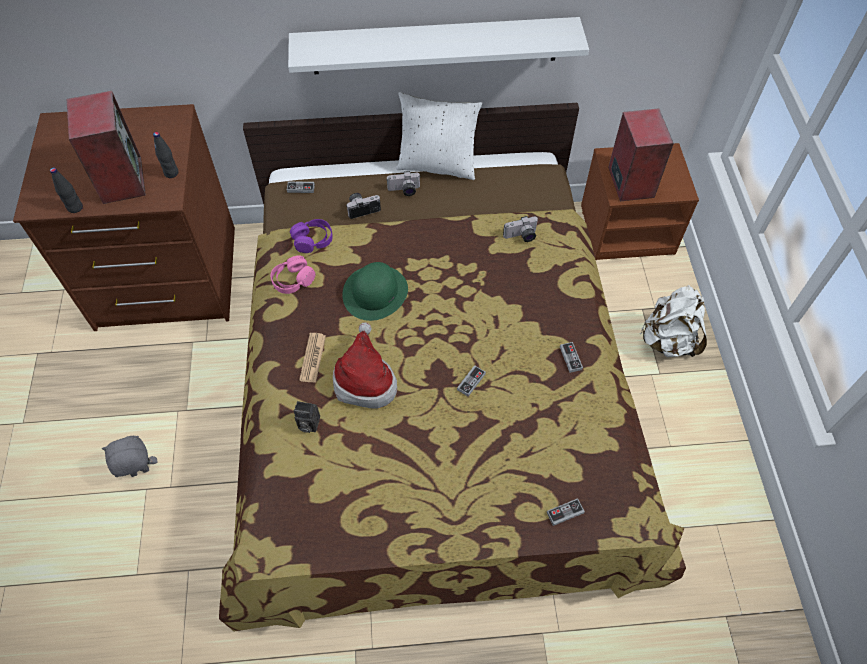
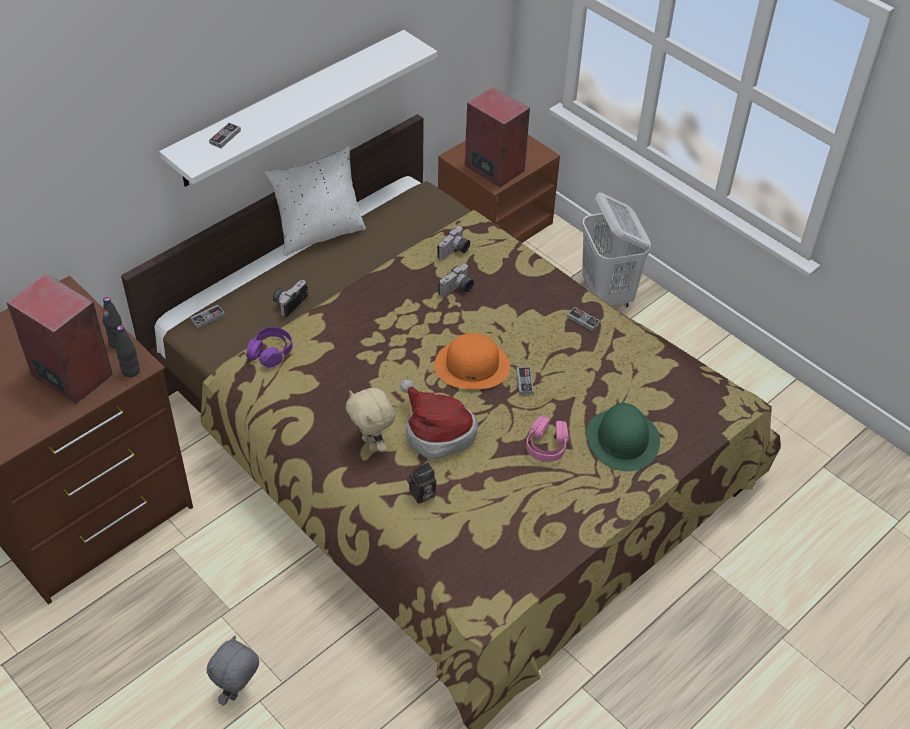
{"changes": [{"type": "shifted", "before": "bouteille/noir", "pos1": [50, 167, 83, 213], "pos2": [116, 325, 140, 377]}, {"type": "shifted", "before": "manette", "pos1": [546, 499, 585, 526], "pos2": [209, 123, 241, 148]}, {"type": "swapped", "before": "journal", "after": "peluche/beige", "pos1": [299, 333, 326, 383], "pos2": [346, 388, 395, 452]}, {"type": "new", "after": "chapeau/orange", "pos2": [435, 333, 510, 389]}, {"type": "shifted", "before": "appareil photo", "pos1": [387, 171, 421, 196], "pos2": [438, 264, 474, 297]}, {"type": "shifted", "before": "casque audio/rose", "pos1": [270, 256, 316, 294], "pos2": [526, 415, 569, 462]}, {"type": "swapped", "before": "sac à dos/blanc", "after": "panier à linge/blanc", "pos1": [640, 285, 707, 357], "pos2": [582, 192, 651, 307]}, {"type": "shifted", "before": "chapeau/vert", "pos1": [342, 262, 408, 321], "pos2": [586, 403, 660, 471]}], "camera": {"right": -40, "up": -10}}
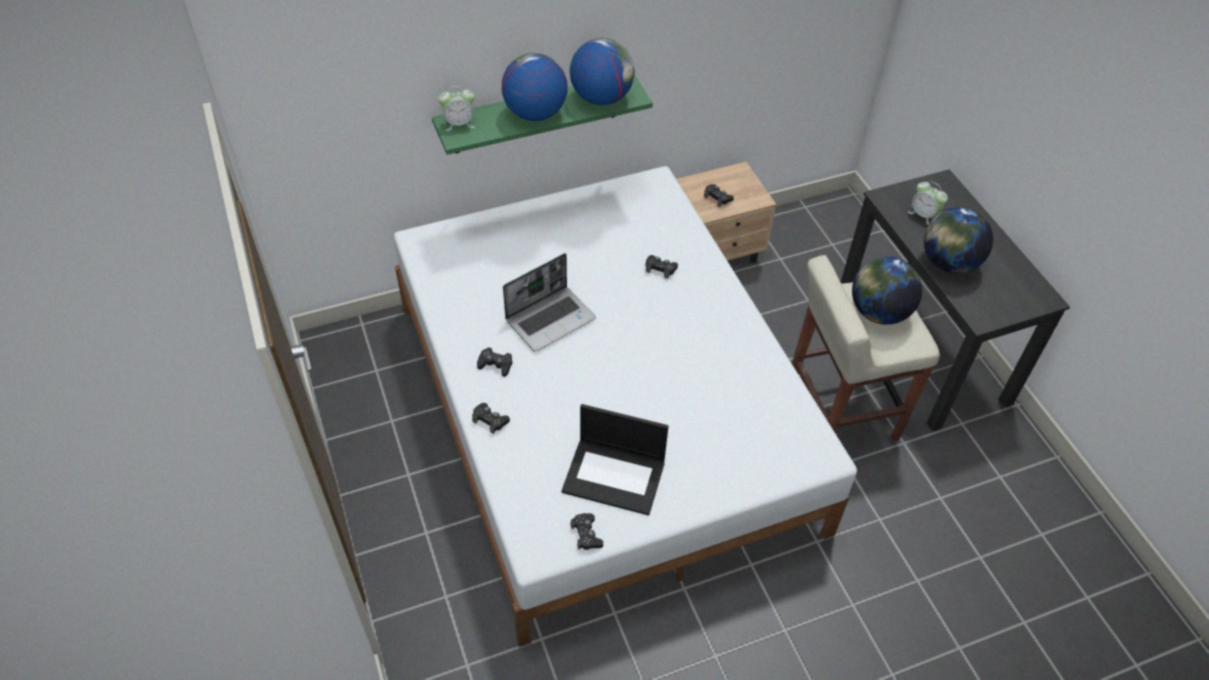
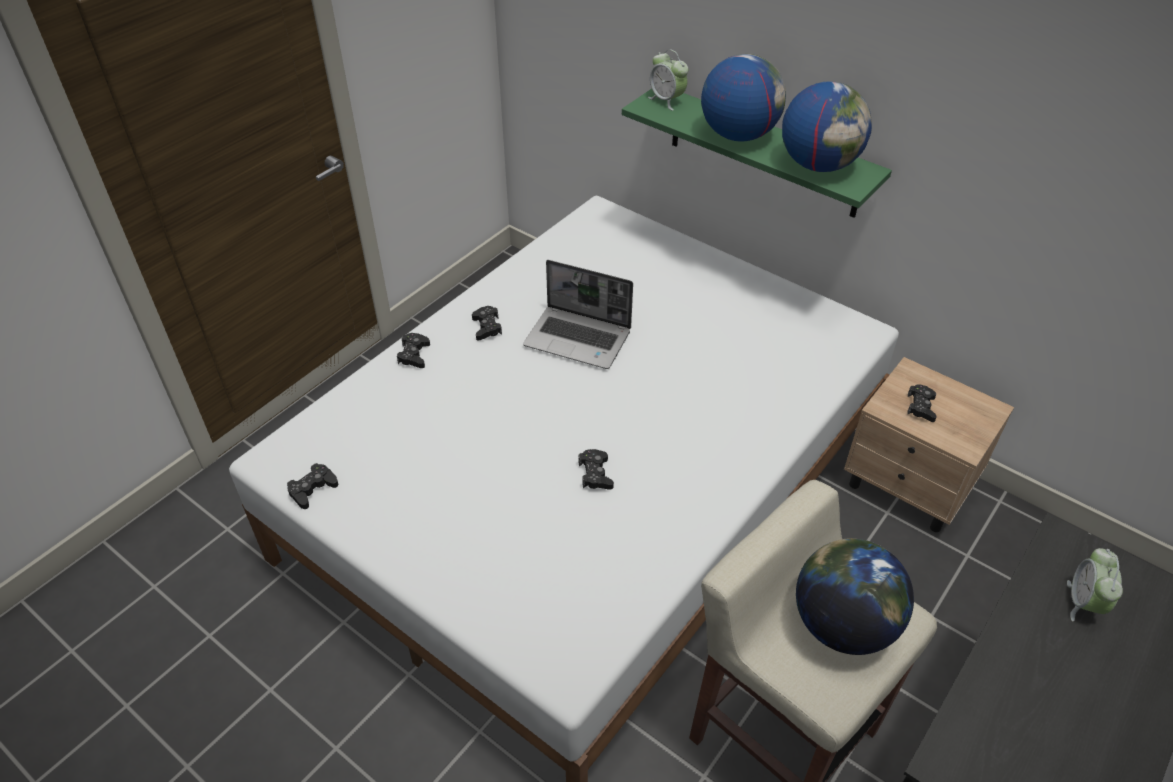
{"changes": [{"type": "shifted", "before": "manette/noir", "pos1": [645, 255, 678, 279], "pos2": [578, 449, 614, 490]}, {"type": "gone", "before": "ordinateur portable", "pos1": [562, 404, 669, 515]}, {"type": "gone", "before": "globe", "pos1": [924, 207, 993, 273]}], "camera": {"right": 60, "up": -5}}
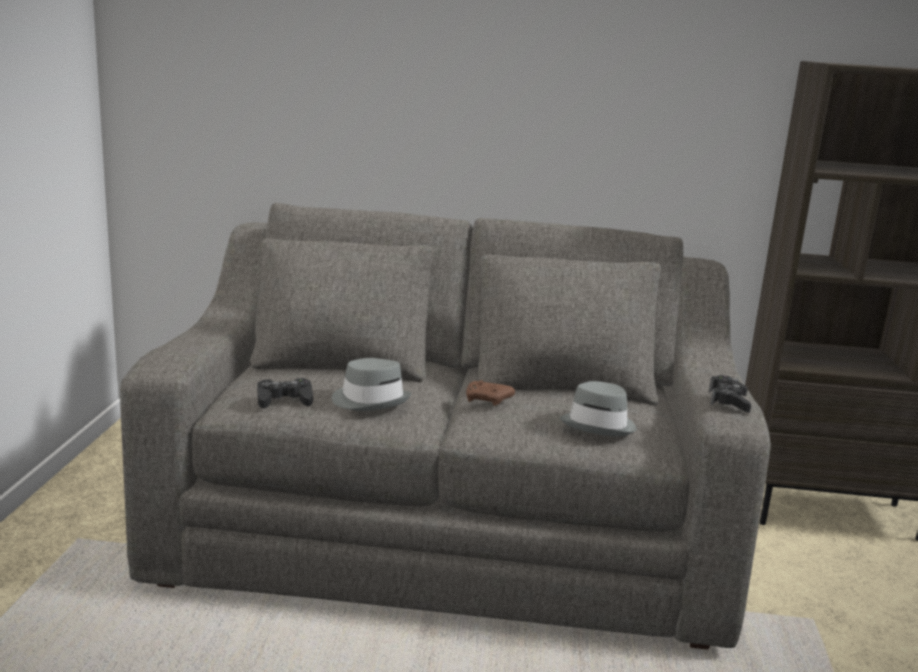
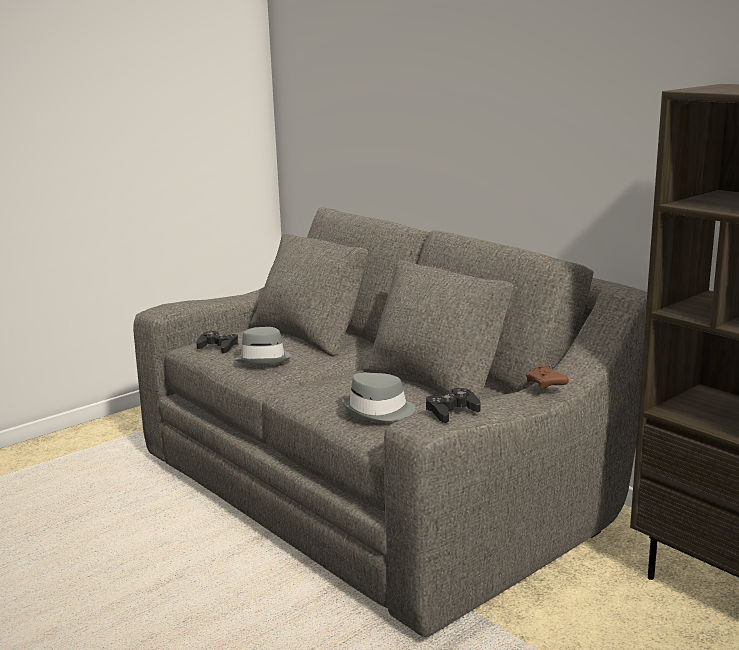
{"changes": [{"type": "shifted", "before": "manette/marron", "pos1": [466, 380, 515, 406], "pos2": [526, 365, 569, 389]}], "camera": {"right": 45, "up": 0}}
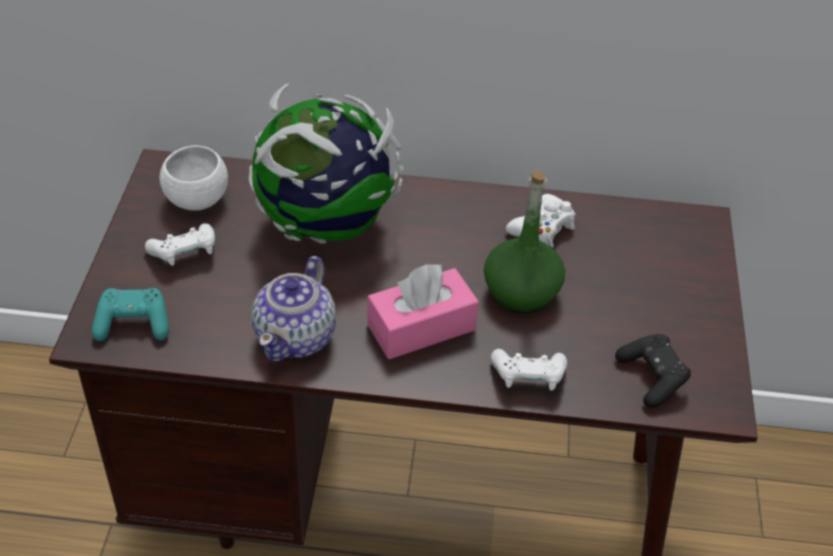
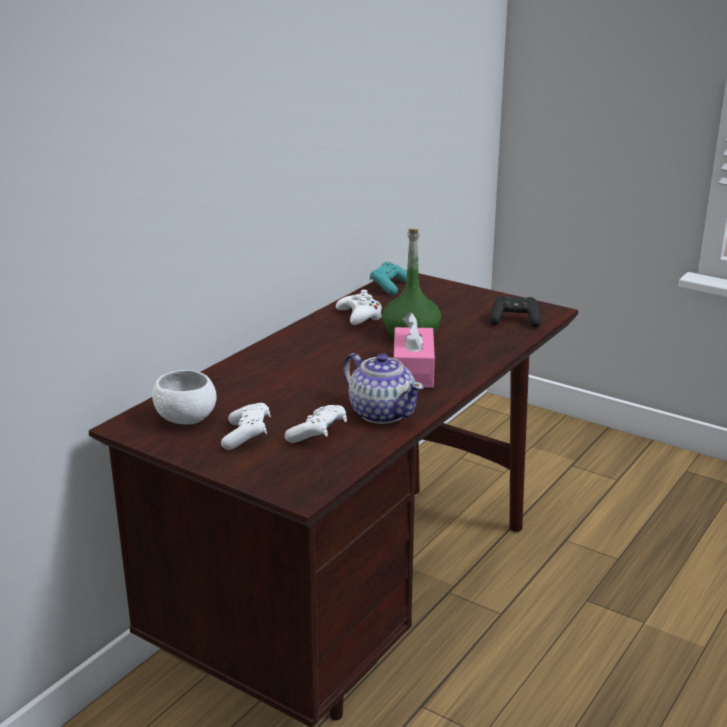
{"changes": [{"type": "shifted", "before": "manette/blanc", "pos1": [491, 349, 567, 391], "pos2": [285, 405, 347, 443]}, {"type": "shifted", "before": "manette/turquoise", "pos1": [92, 288, 169, 341], "pos2": [370, 262, 407, 295]}, {"type": "gone", "before": "globe", "pos1": [249, 83, 404, 244]}], "camera": {"right": -60, "up": -20}}
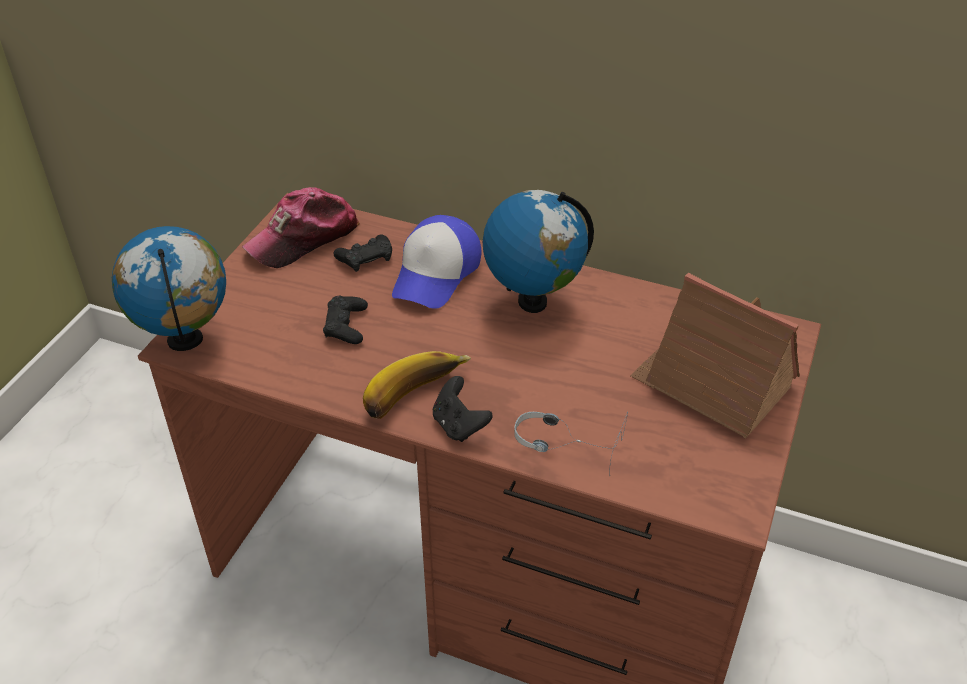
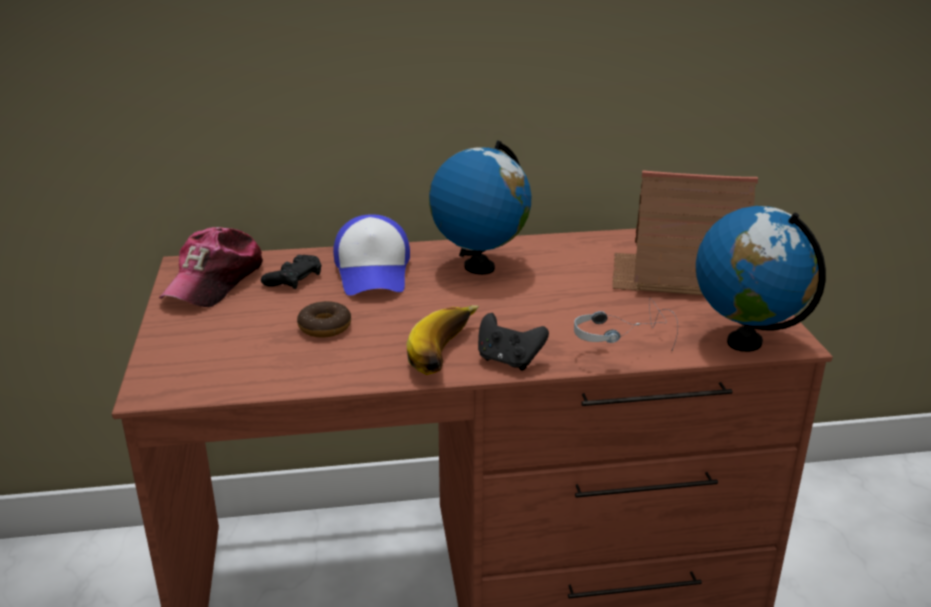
{"changes": [{"type": "swapped", "before": "manette/noir", "after": "beignet", "pos1": [323, 296, 368, 344], "pos2": [297, 301, 351, 337]}, {"type": "shifted", "before": "globe", "pos1": [112, 226, 226, 351], "pos2": [696, 206, 826, 352]}], "camera": {"right": -30, "up": -15}}
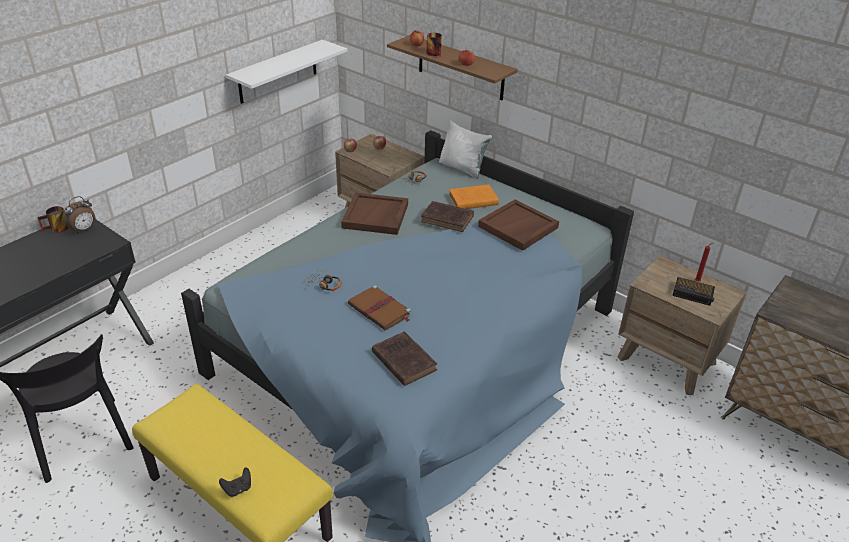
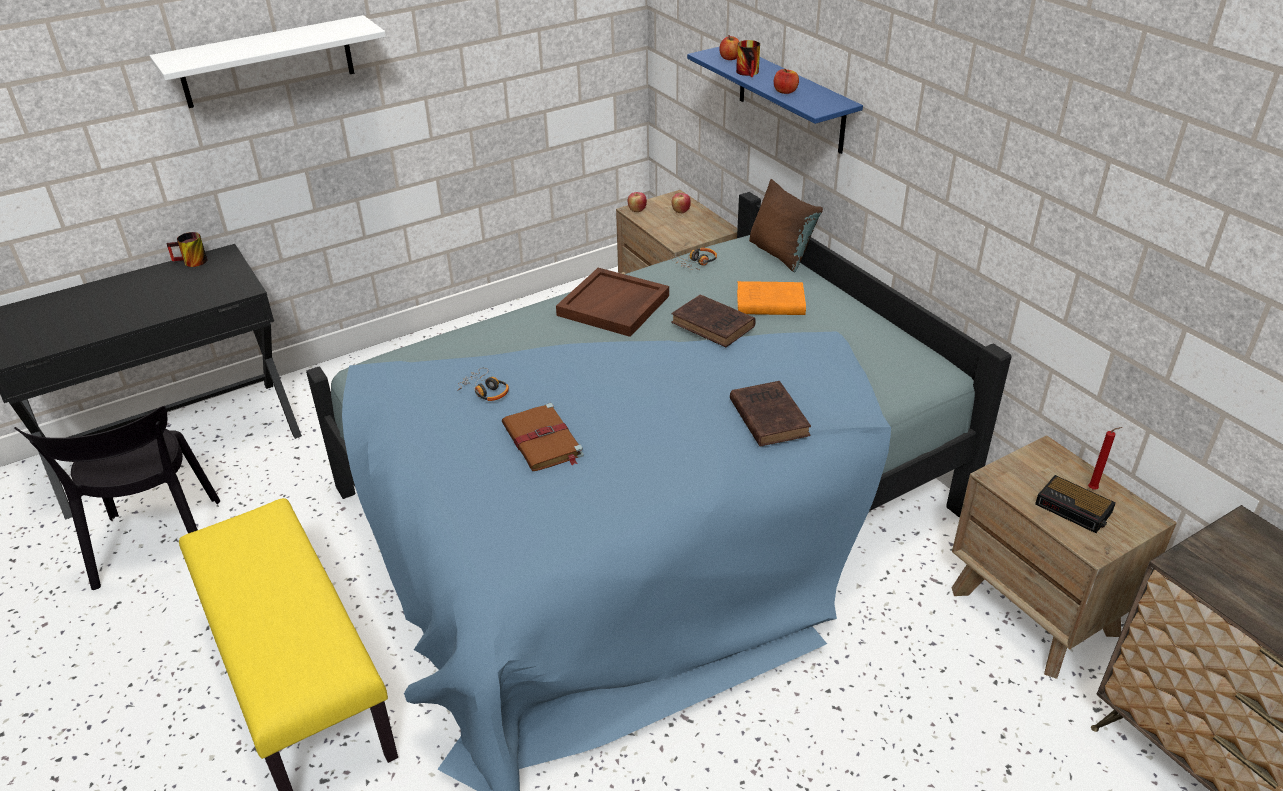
{"changes": [{"type": "shifted", "before": "étagère/blanc", "pos1": [226, 40, 348, 104], "pos2": [149, 15, 386, 108]}, {"type": "repainted", "before": "étagère/marron", "after": "étagère/bleu", "pos1": [387, 35, 518, 100], "pos2": [687, 46, 863, 154]}, {"type": "shifted", "before": "livre/marron", "pos1": [372, 331, 437, 386], "pos2": [730, 381, 811, 447]}, {"type": "repainted", "before": "coussin/blanc", "after": "coussin/marron", "pos1": [439, 121, 492, 179], "pos2": [749, 179, 823, 272]}, {"type": "gone", "before": "réveil", "pos1": [62, 196, 96, 234]}, {"type": "gone", "before": "manette/noir", "pos1": [219, 467, 251, 497]}, {"type": "gone", "before": "plateau/marron", "pos1": [478, 200, 559, 251]}], "camera": {"right": 20, "up": 0}}
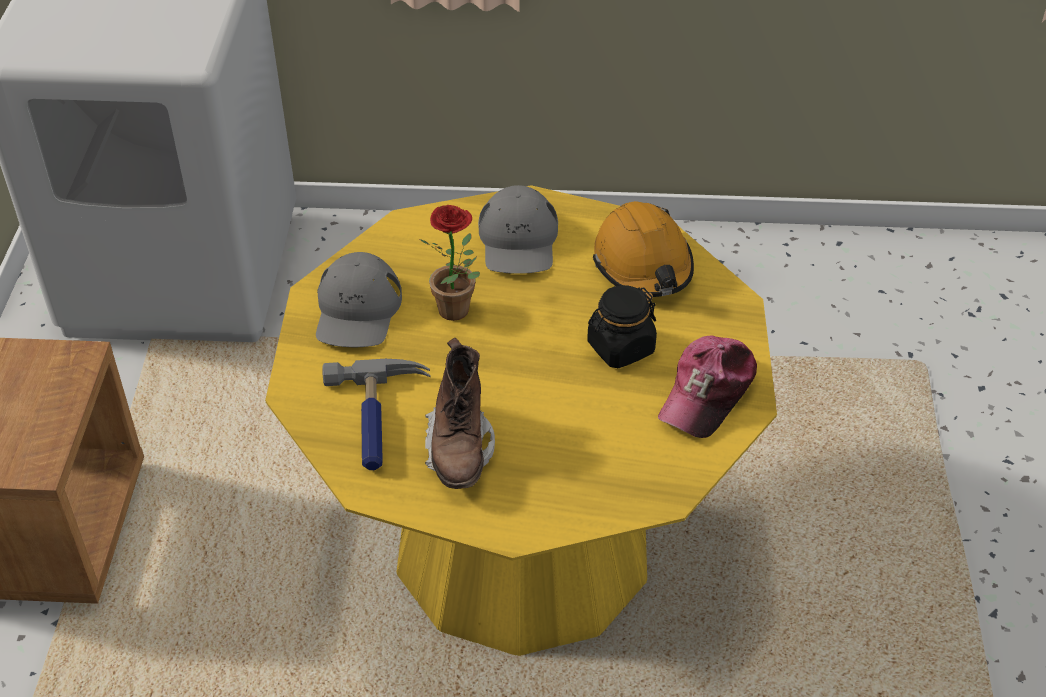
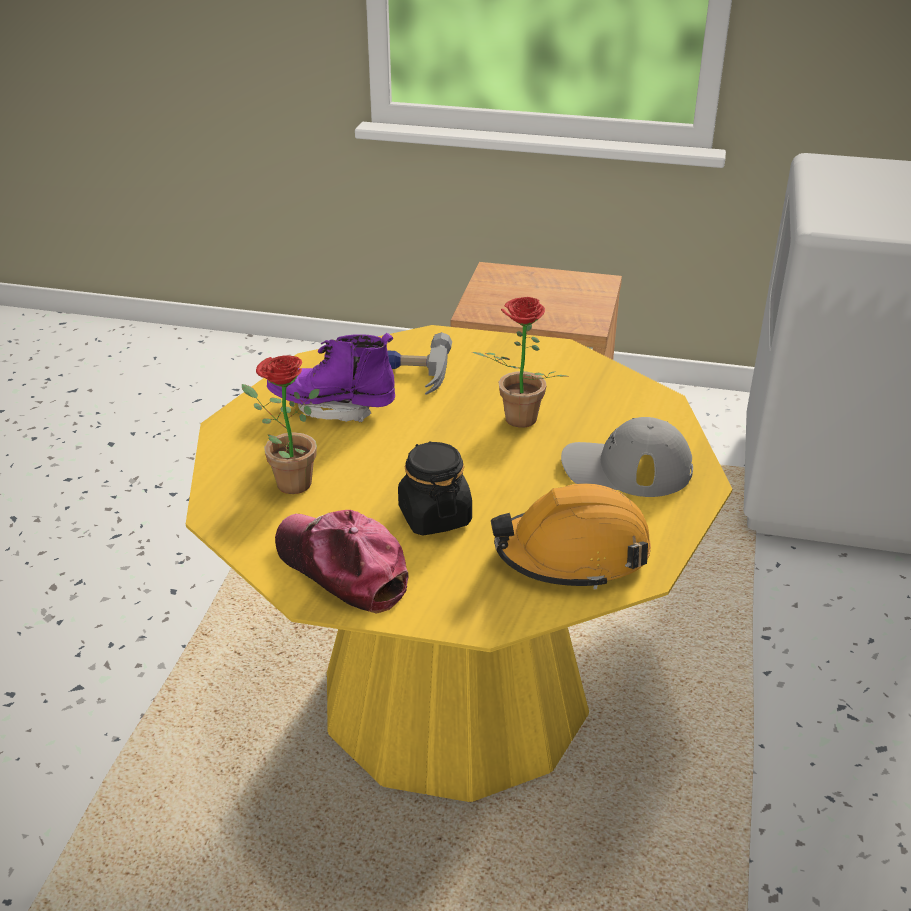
{"changes": [{"type": "new", "after": "plante en pot", "pos2": [242, 355, 320, 494]}, {"type": "repainted", "before": "botte/marron", "after": "botte/violet", "pos1": [425, 338, 495, 489], "pos2": [267, 333, 395, 422]}, {"type": "gone", "before": "casquette/gris", "pos1": [316, 252, 402, 347]}], "camera": {"right": 100, "up": -10}}
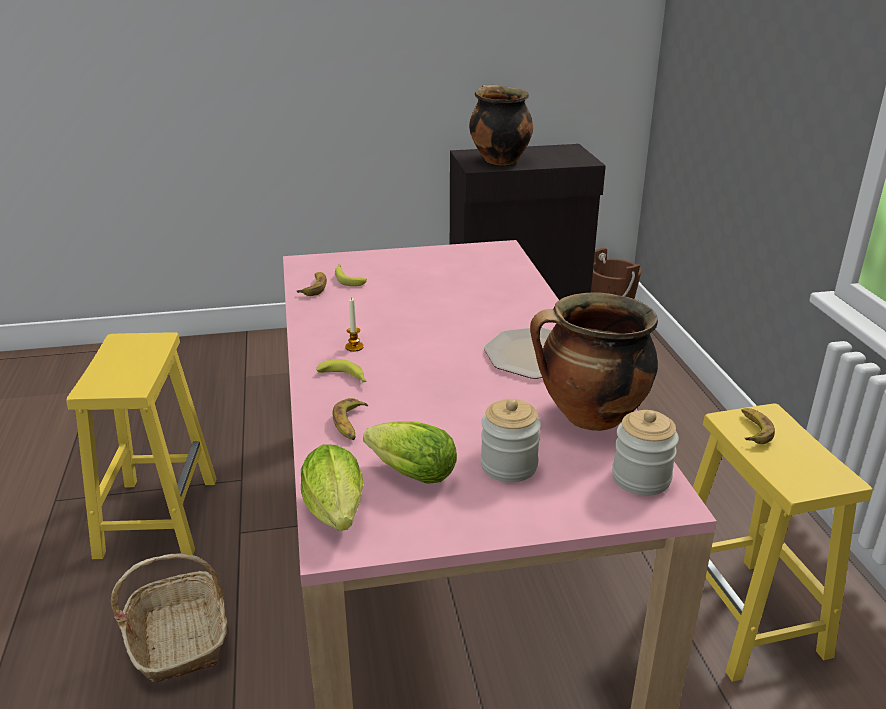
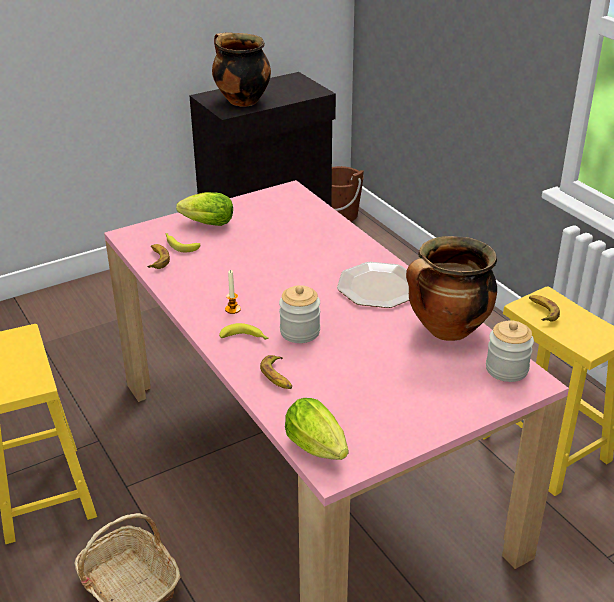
{"changes": [{"type": "shifted", "before": "laitue", "pos1": [363, 421, 457, 483], "pos2": [176, 192, 233, 226]}, {"type": "shifted", "before": "bocal", "pos1": [480, 399, 541, 482], "pos2": [279, 285, 320, 343]}], "camera": {"right": -20, "up": 5}}
